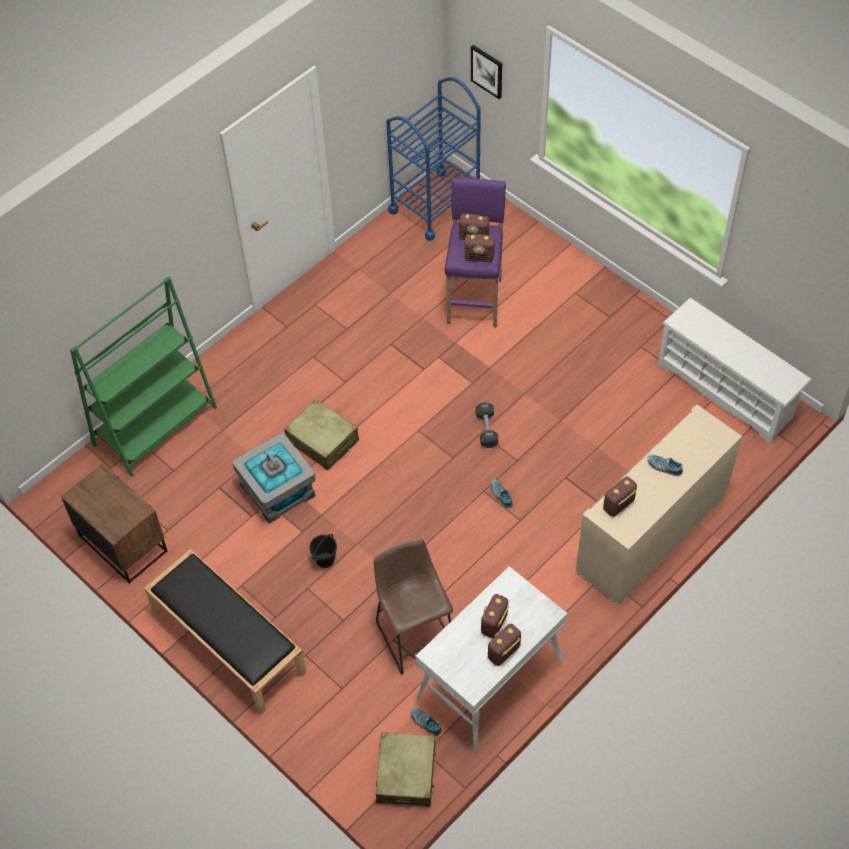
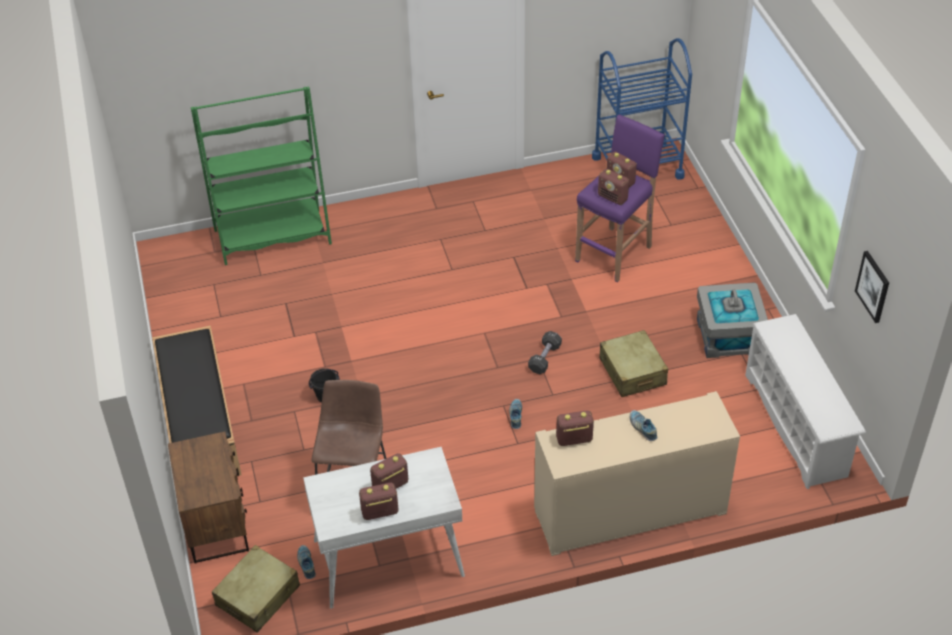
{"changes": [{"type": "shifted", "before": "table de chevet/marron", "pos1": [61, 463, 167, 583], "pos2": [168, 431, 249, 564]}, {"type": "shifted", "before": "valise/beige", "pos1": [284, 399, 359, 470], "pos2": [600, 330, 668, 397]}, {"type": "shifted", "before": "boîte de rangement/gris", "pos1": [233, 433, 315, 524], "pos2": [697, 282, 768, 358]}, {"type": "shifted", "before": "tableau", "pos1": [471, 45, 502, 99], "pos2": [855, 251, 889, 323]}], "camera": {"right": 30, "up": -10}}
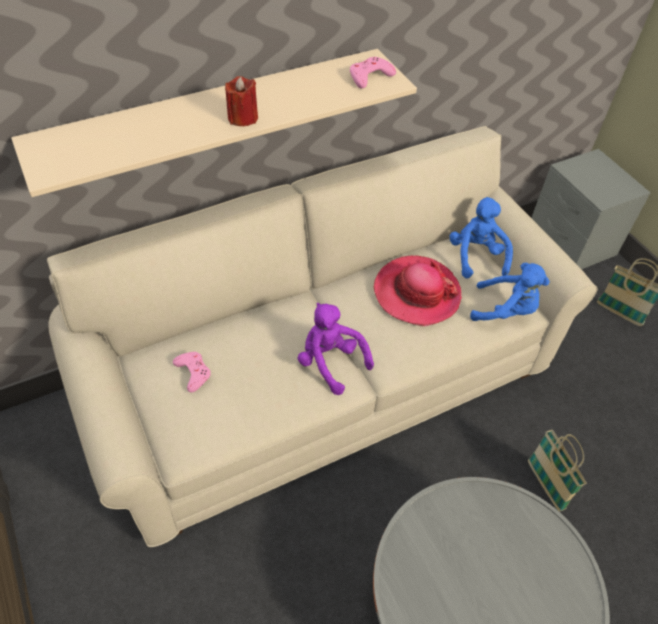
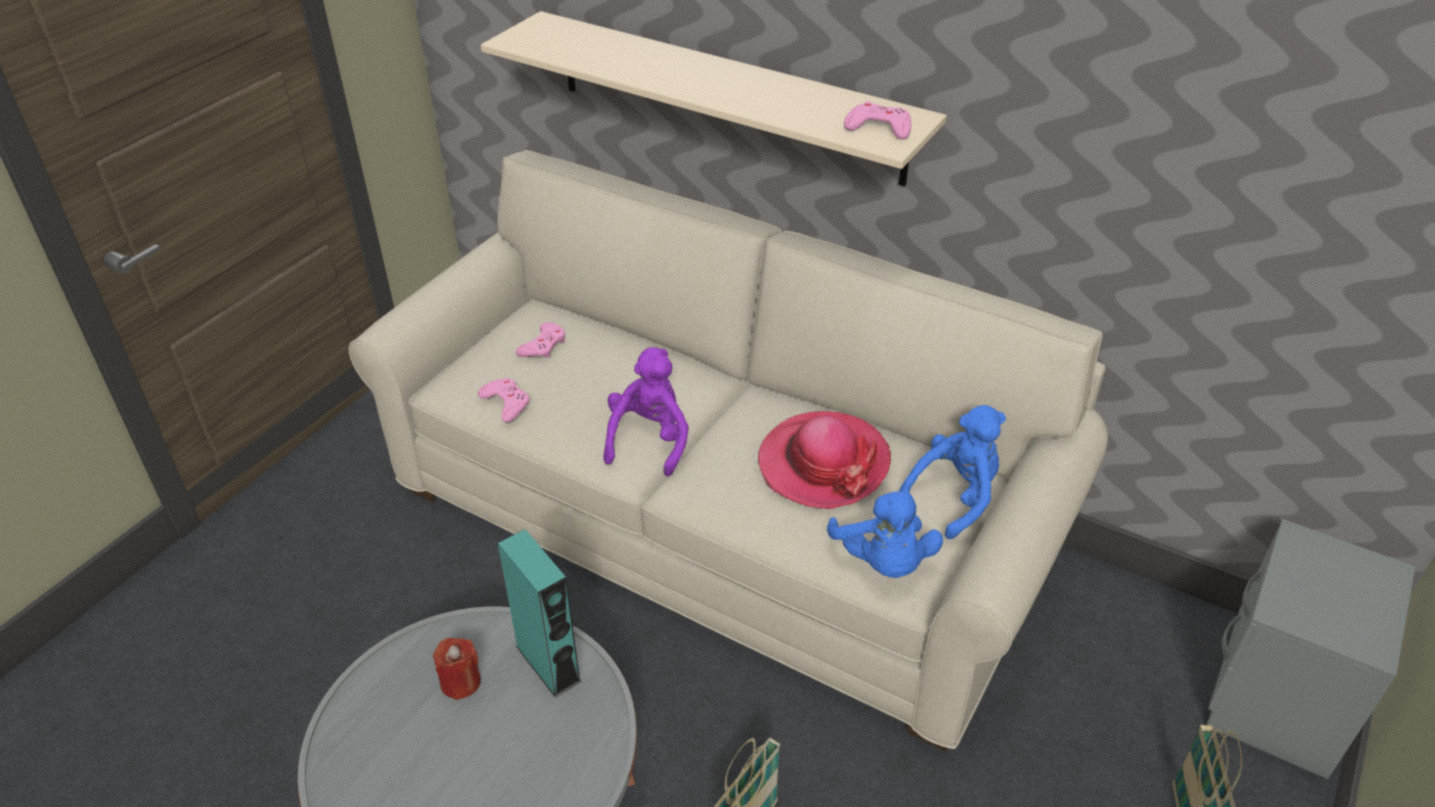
{"changes": [{"type": "shifted", "before": "bougie/rouge", "pos1": [225, 76, 258, 126], "pos2": [433, 638, 481, 700]}, {"type": "new", "after": "manette/rose", "pos2": [478, 378, 529, 422]}, {"type": "new", "after": "enceinte/turquoise", "pos2": [498, 529, 582, 697]}], "camera": {"right": 60, "up": -10}}
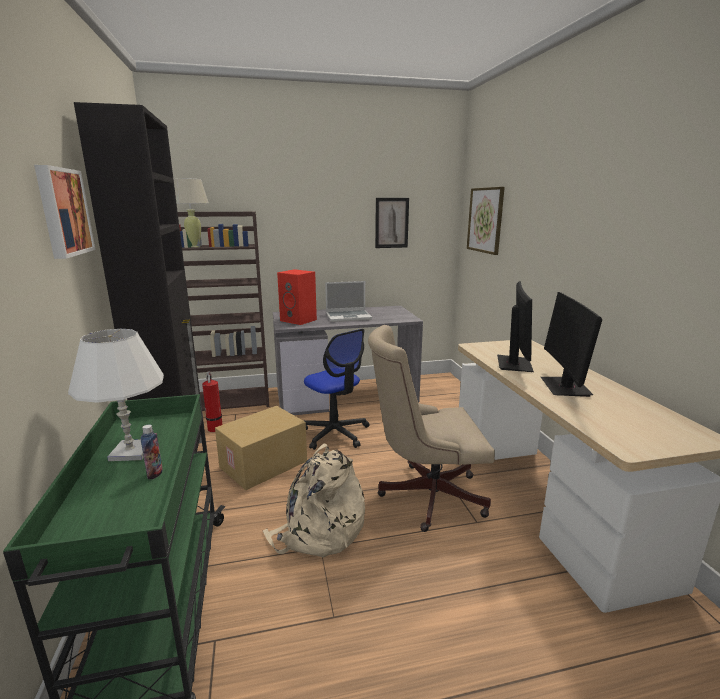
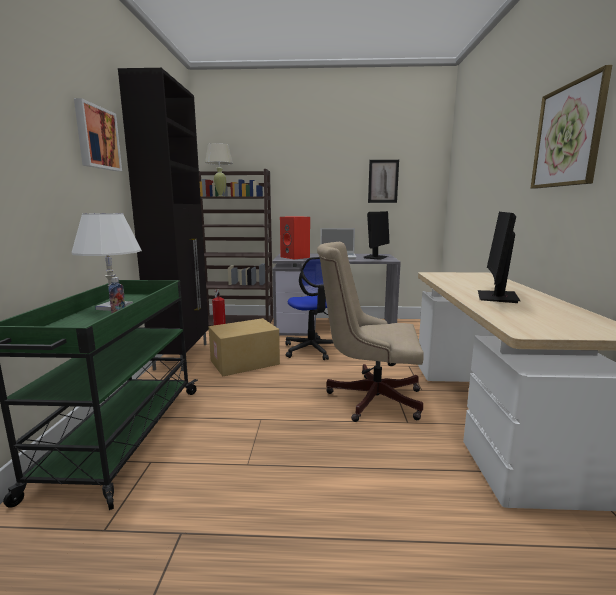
{"changes": [{"type": "shifted", "before": "écran d'ordinateur", "pos1": [497, 281, 534, 372], "pos2": [364, 211, 390, 260]}, {"type": "shifted", "before": "tableau", "pos1": [467, 187, 505, 255], "pos2": [531, 65, 612, 189]}, {"type": "gone", "before": "sac à dos/beige", "pos1": [263, 444, 365, 558]}], "camera": {"right": 15, "up": -5}}
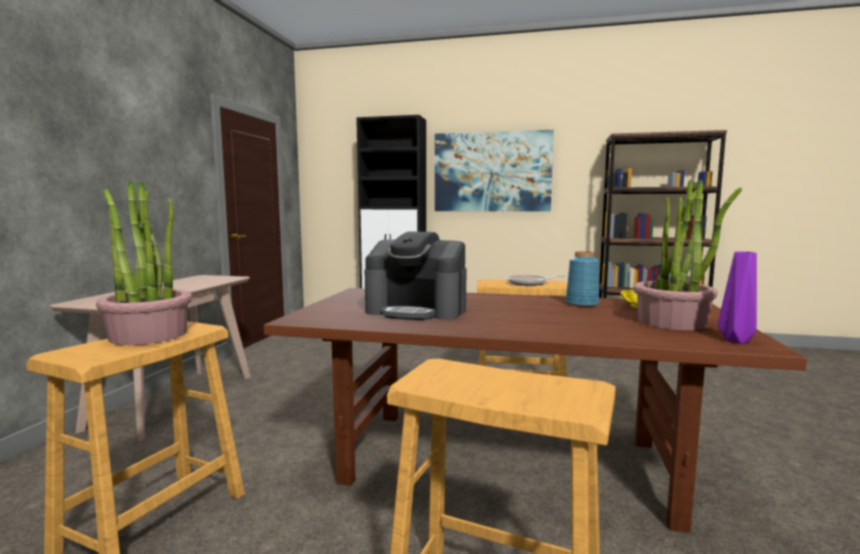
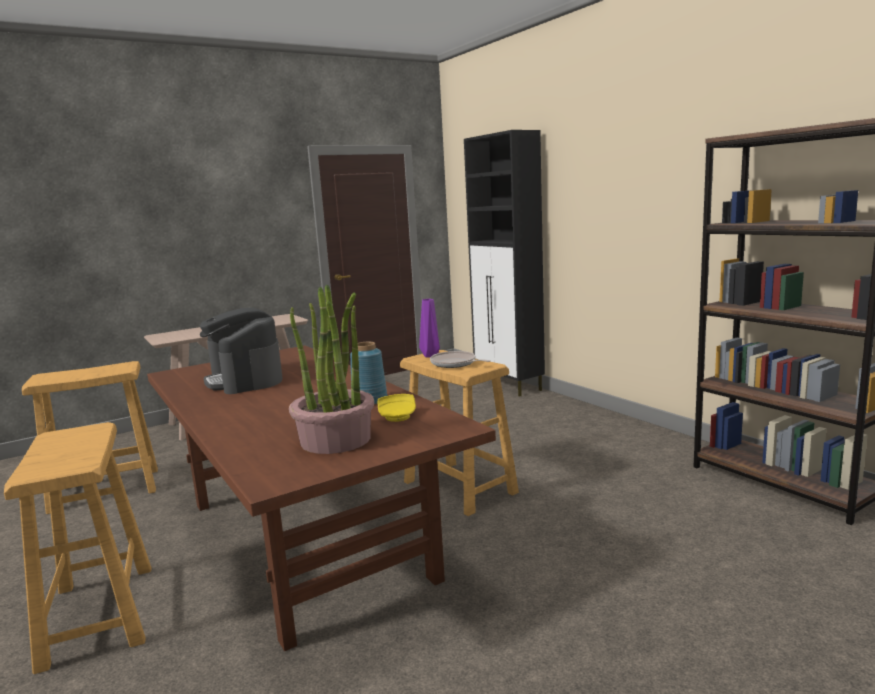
{"changes": [{"type": "shifted", "before": "vase/violet", "pos1": [718, 251, 757, 344], "pos2": [419, 299, 440, 357]}, {"type": "gone", "before": "plante en pot", "pos1": [96, 180, 192, 345]}, {"type": "gone", "before": "tableau", "pos1": [435, 130, 554, 212]}], "camera": {"right": 45, "up": 5}}
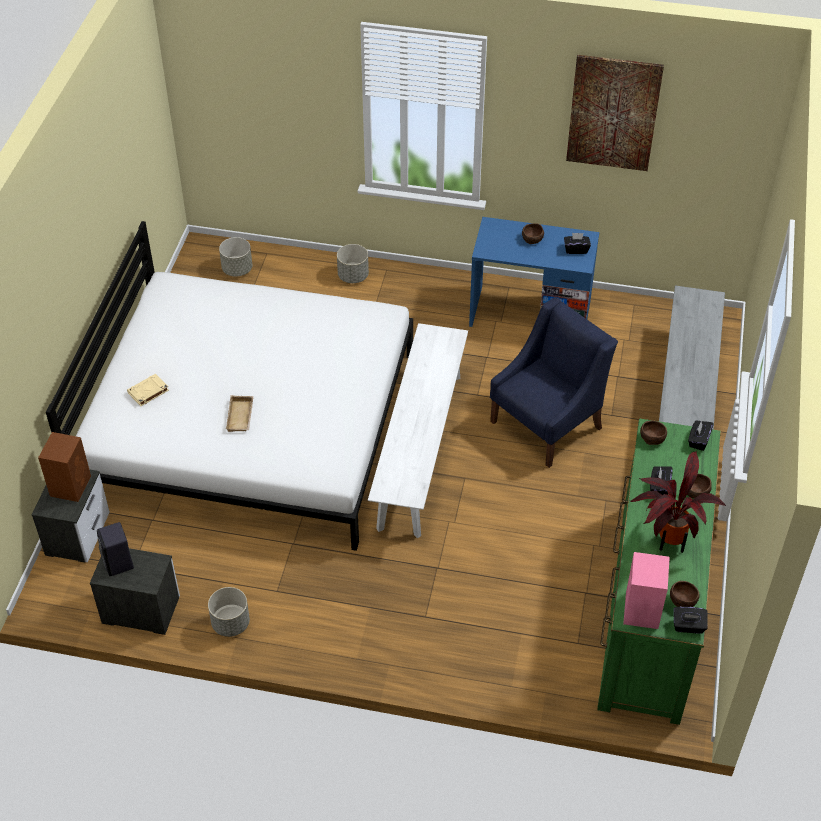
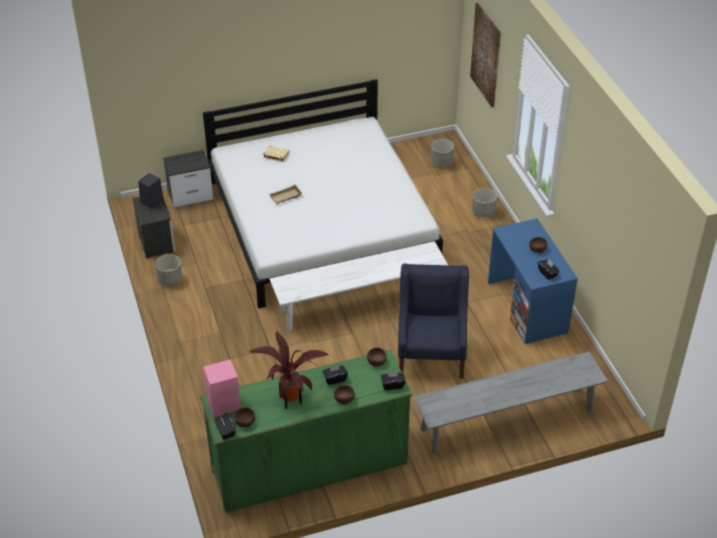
{"changes": [{"type": "rotated", "before": "fauteuil/bleu", "pos1": [490, 297, 618, 468], "pos2": [398, 264, 469, 379], "turn": -105}, {"type": "shifted", "before": "tableau", "pos1": [566, 55, 664, 171], "pos2": [470, 3, 501, 108]}, {"type": "gone", "before": "enceinte/marron", "pos1": [38, 432, 91, 502]}], "camera": {"right": 60, "up": -5}}
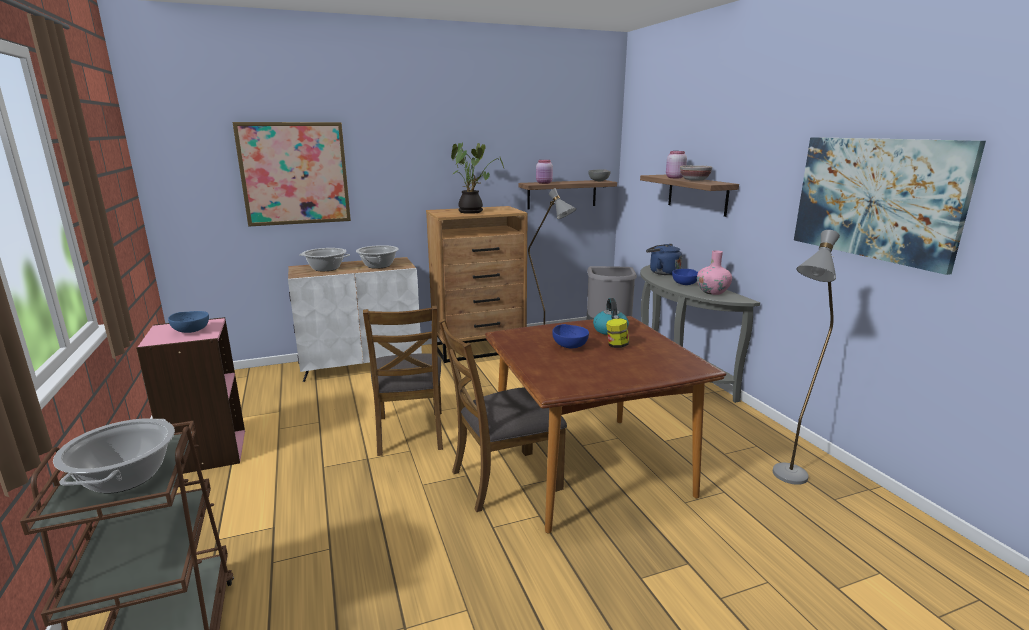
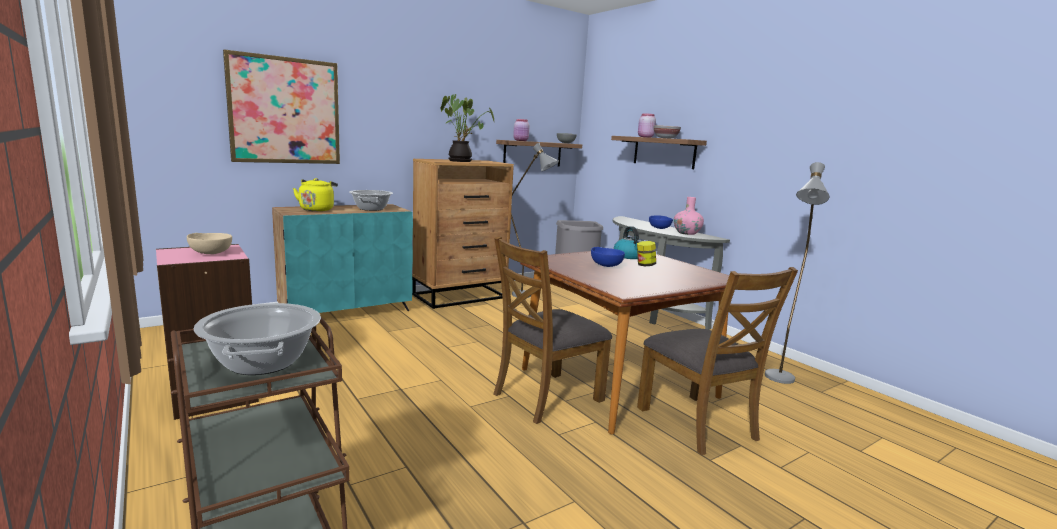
{"changes": [{"type": "repainted", "before": "bol/bleu", "after": "bol/beige", "pos1": [168, 311, 209, 333], "pos2": [187, 233, 232, 254]}, {"type": "repainted", "before": "meuble de rangement/blanc", "after": "meuble de rangement/turquoise", "pos1": [288, 257, 422, 382], "pos2": [272, 204, 413, 313]}, {"type": "swapped", "before": "marmite", "after": "bouilloire/jaune", "pos1": [299, 248, 350, 271], "pos2": [293, 178, 338, 211]}, {"type": "shifted", "before": "chaise/marron", "pos1": [363, 306, 443, 456], "pos2": [637, 267, 798, 455]}, {"type": "gone", "before": "bouilloire/bleu", "pos1": [646, 244, 682, 275]}, {"type": "gone", "before": "tableau", "pos1": [794, 137, 986, 275]}], "camera": {"right": -15, "up": -5}}
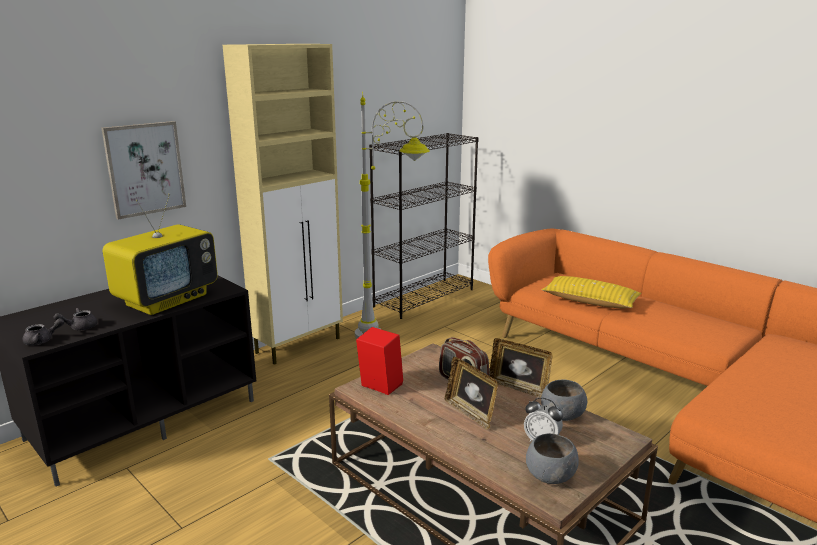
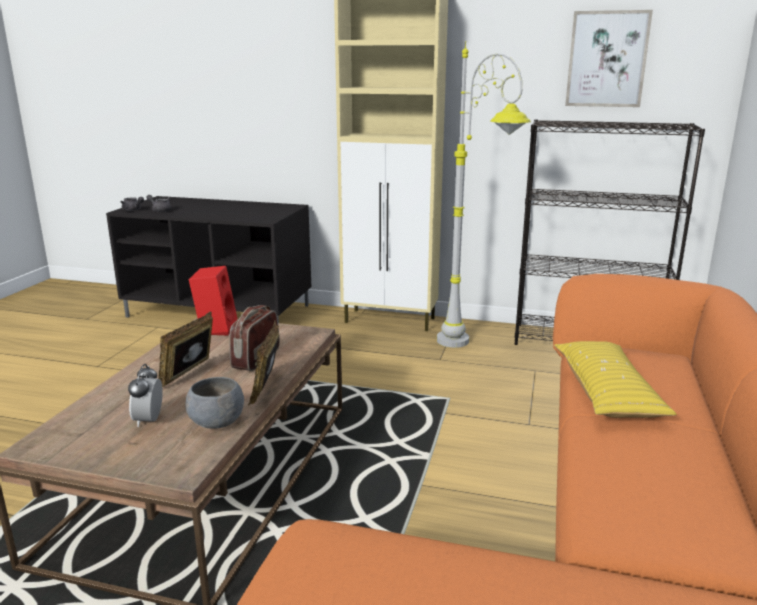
{"changes": [{"type": "shifted", "before": "tableau", "pos1": [101, 121, 186, 220], "pos2": [565, 10, 653, 107]}, {"type": "gone", "before": "téléviseur", "pos1": [103, 194, 218, 315]}, {"type": "gone", "before": "bol/gris", "pos1": [526, 433, 579, 484]}], "camera": {"right": 60, "up": 0}}
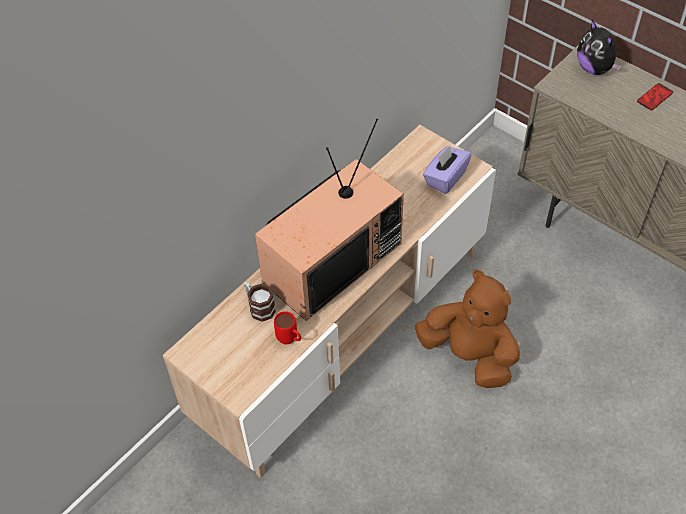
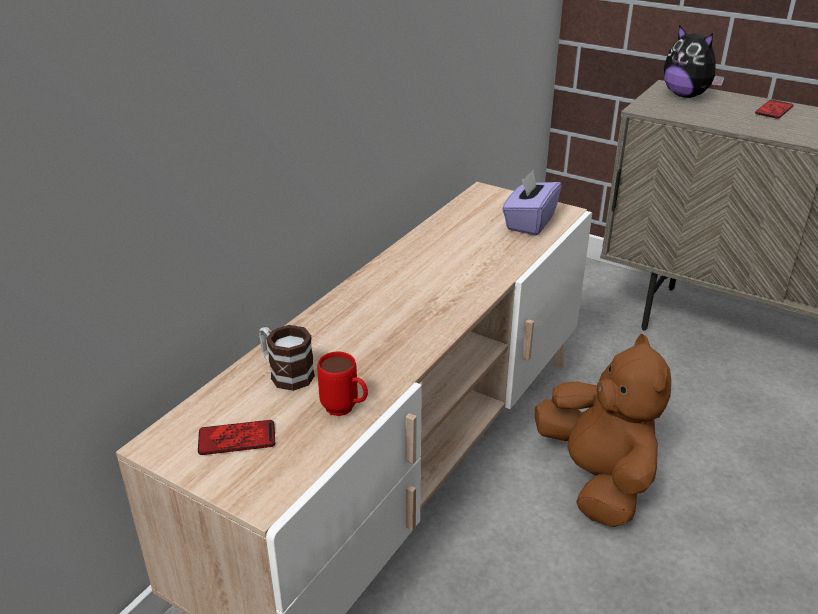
{"changes": [{"type": "new", "after": "téléphone", "pos2": [198, 420, 275, 455]}, {"type": "rotated", "before": "peluche/marron", "pos1": [415, 270, 520, 388], "pos2": [535, 334, 671, 527], "turn": 45}, {"type": "gone", "before": "téléviseur", "pos1": [255, 118, 404, 321]}], "camera": {"right": -10, "up": -20}}
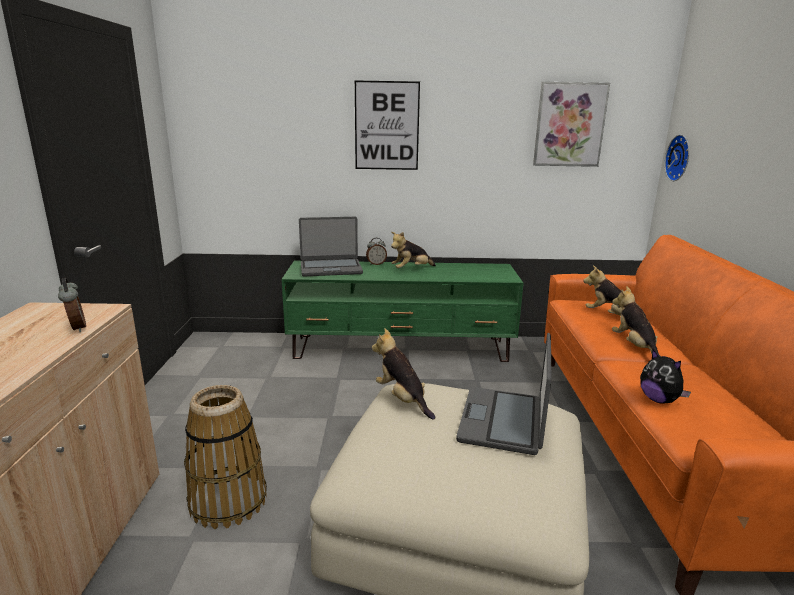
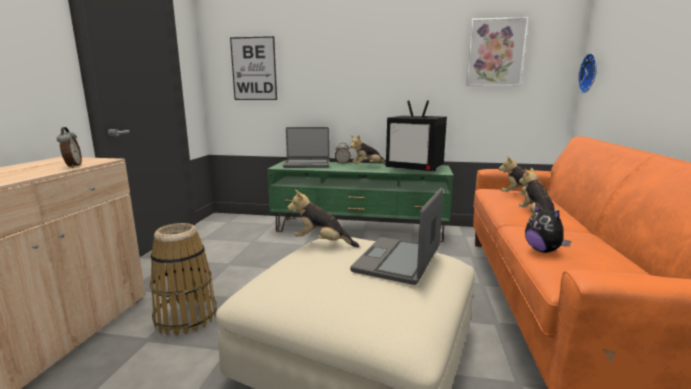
{"changes": [{"type": "shifted", "before": "tableau", "pos1": [355, 80, 420, 170], "pos2": [230, 36, 277, 100]}, {"type": "rotated", "before": "peluche", "pos1": [372, 328, 435, 420], "pos2": [287, 190, 359, 247], "turn": -45}, {"type": "new", "after": "téléviseur", "pos2": [386, 100, 447, 171]}], "camera": {"right": 10, "up": -5}}
